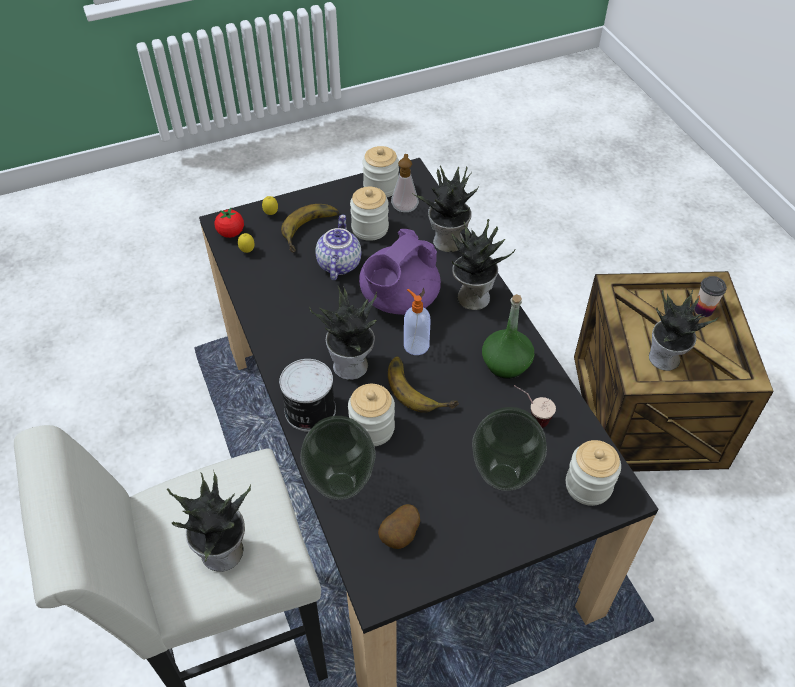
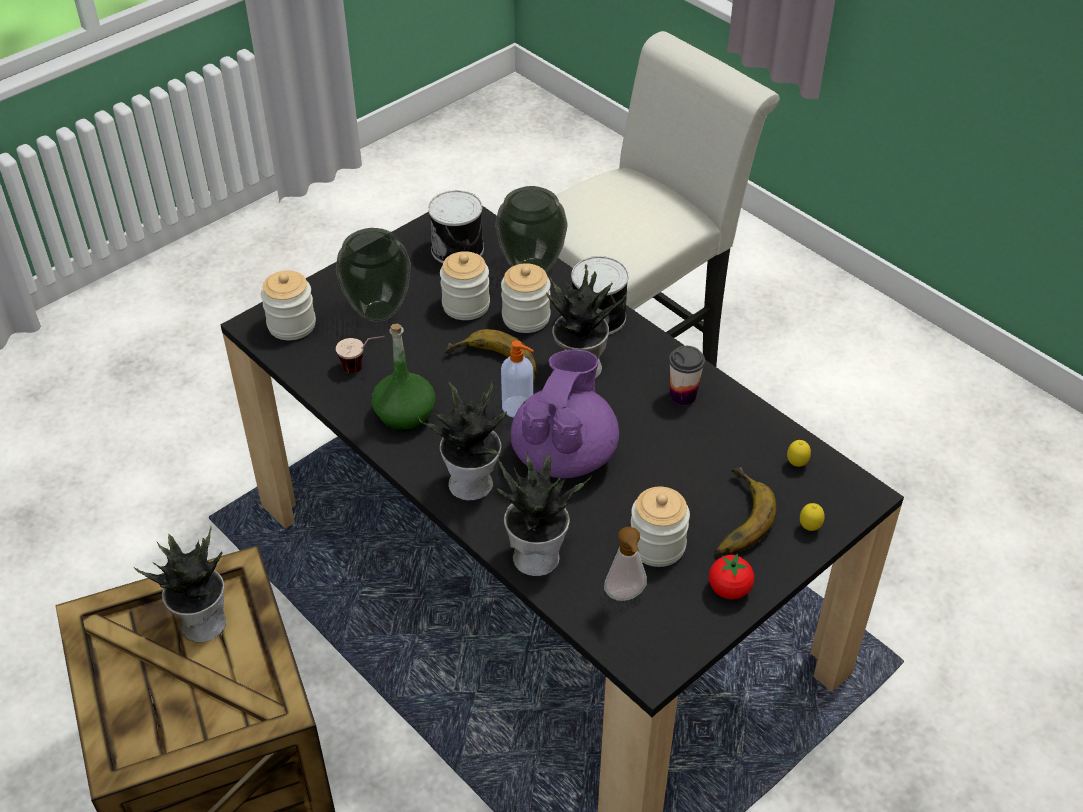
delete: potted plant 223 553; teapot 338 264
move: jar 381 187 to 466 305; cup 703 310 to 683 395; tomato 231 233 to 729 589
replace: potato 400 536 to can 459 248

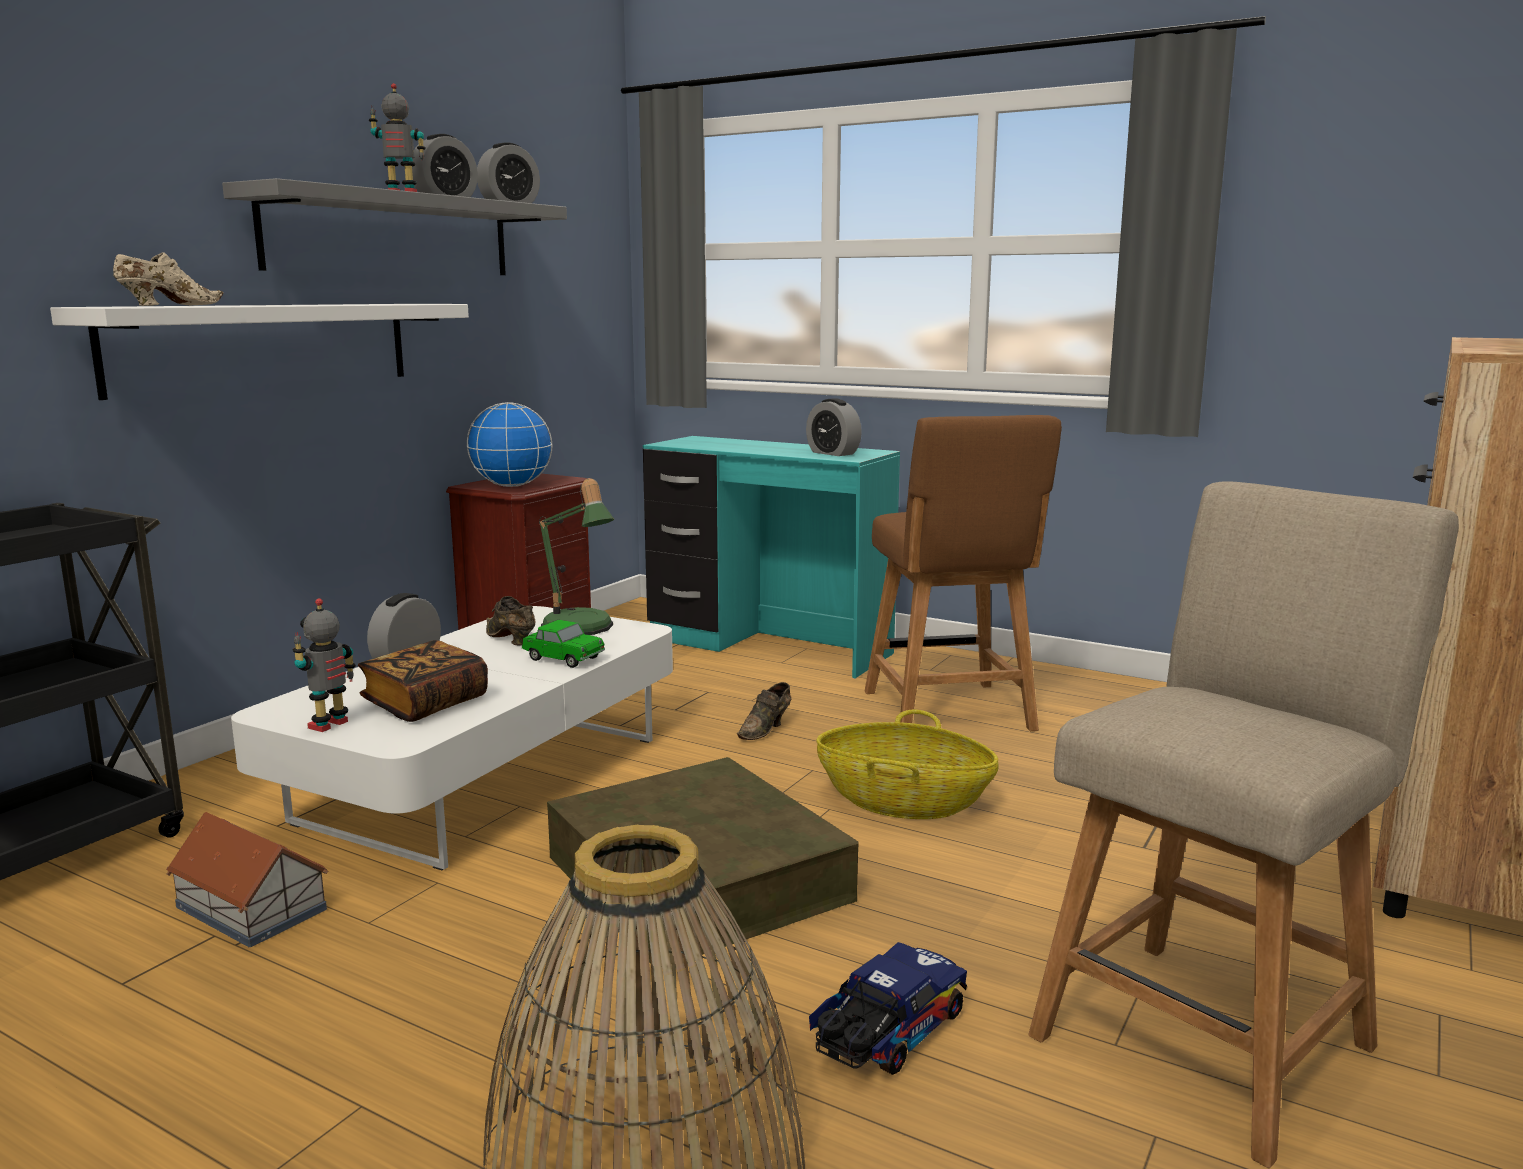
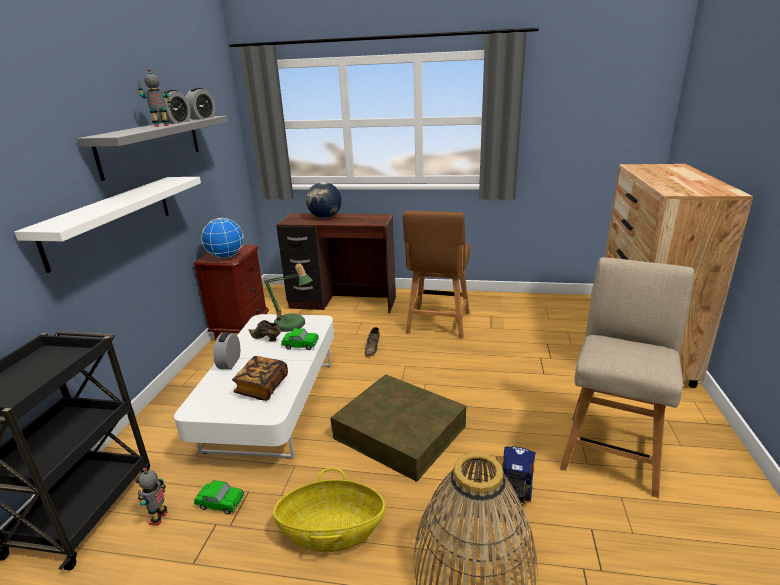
delete: beige shoe 168 305; alarm clock 833 453
insert: globe 325 217
move: toy robot 330 725 to 160 518; basket 904 801 to 332 531
replace: toy house 251 907 to toy car 220 503
recolor: turquoise desk 768 647 to brown desk 342 303
rotate: brown chair 950 714 = 438 324 45 degrees clockwise

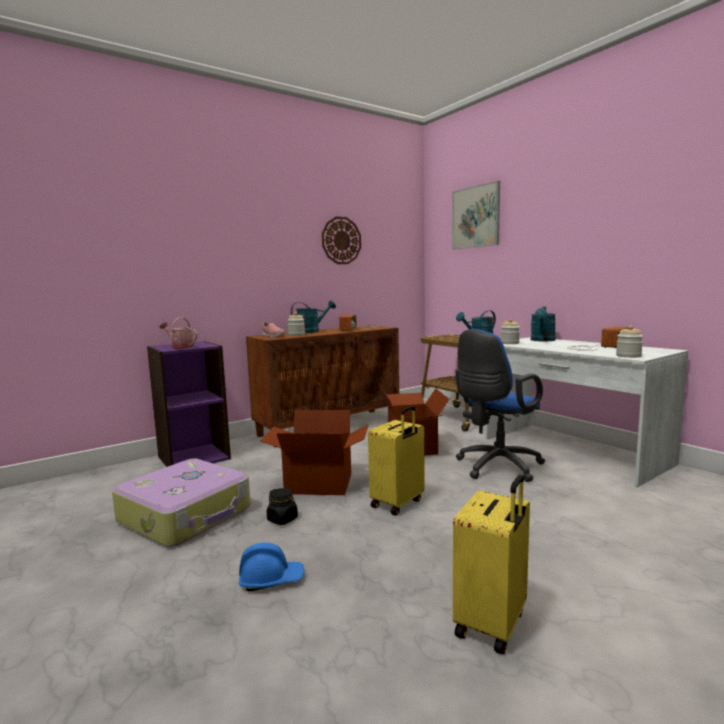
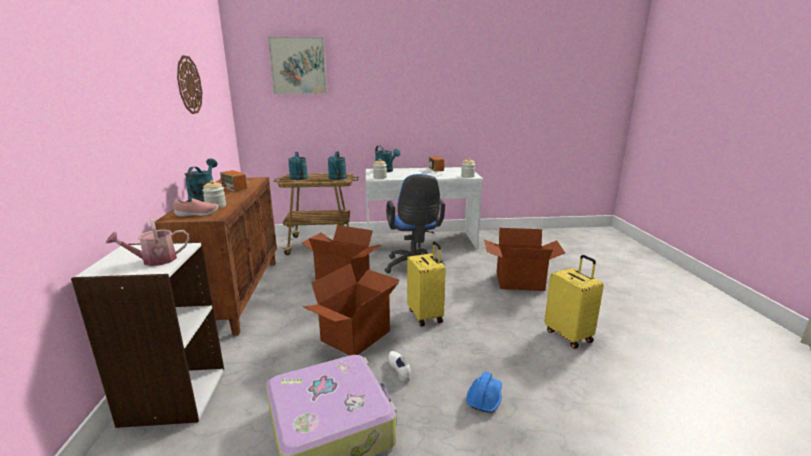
insert: turquoise watering can 299 179; cardboard box 519 282
replace: black jar 282 519 to white shoe 399 370
recolor: purple bookcase 193 457 to white bookcase 173 396

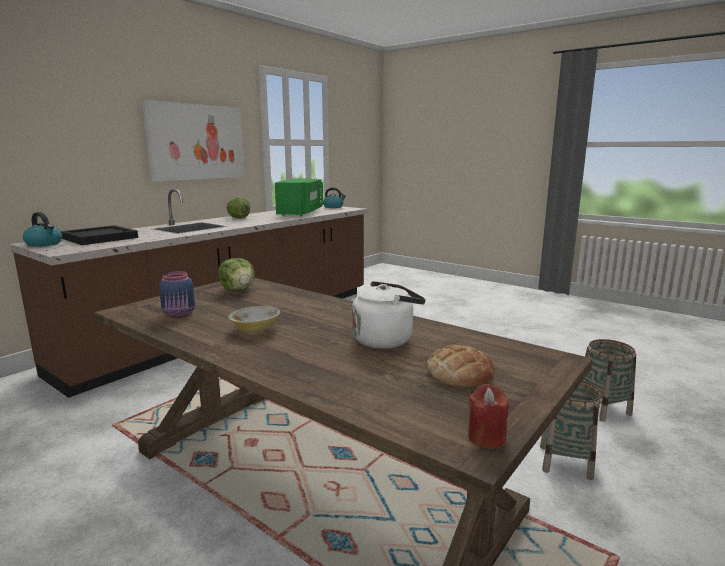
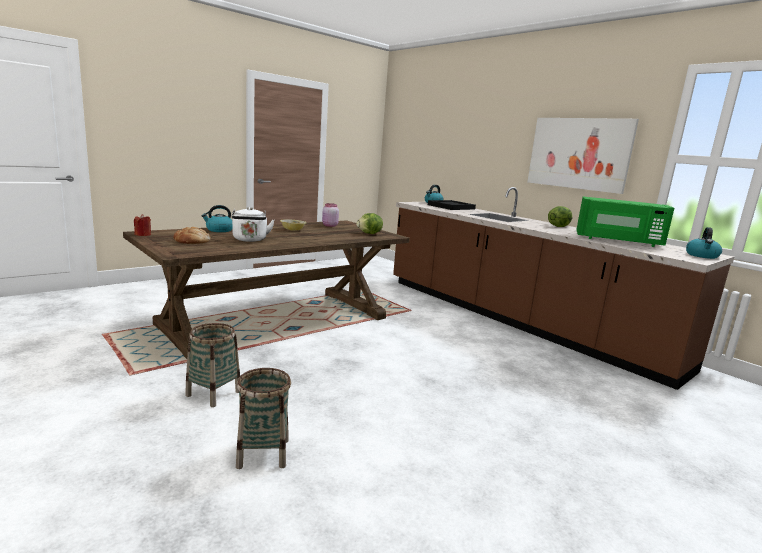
insert: kettle 219 230
recolor: blue jar 179 315 to pink jar 329 225

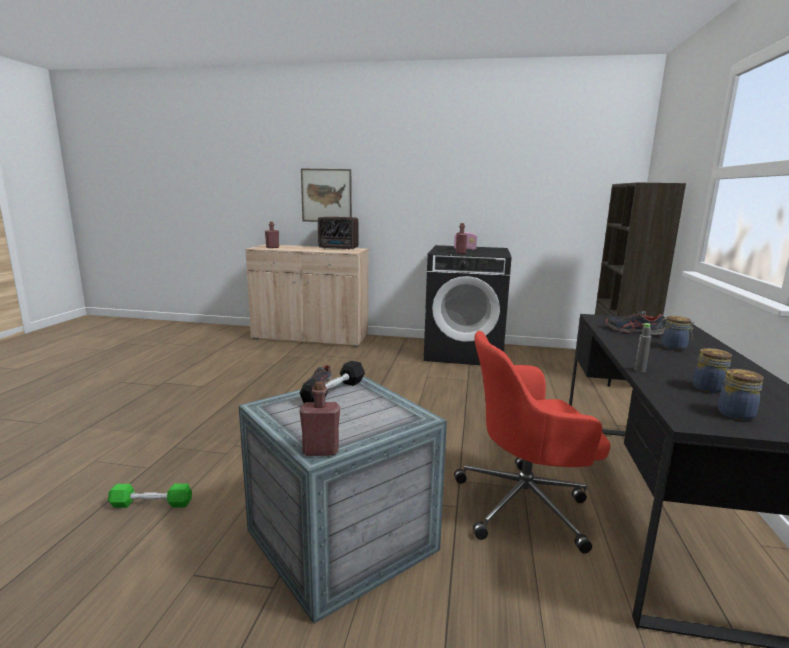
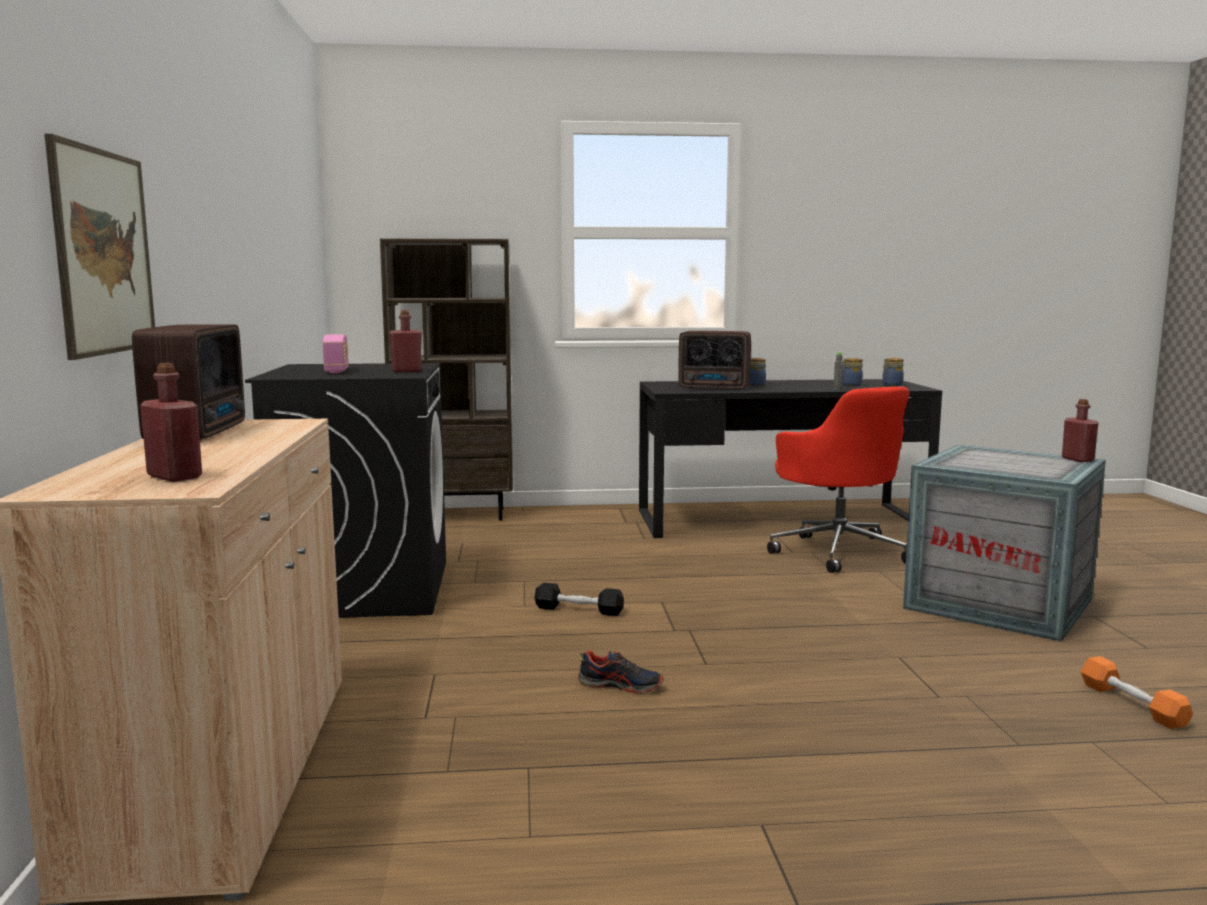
move: black dumbbell 334 392 to 579 610
replace: shoe 633 331 to radio 715 388
recolor: green dumbbell 152 504 to orange dumbbell 1132 704

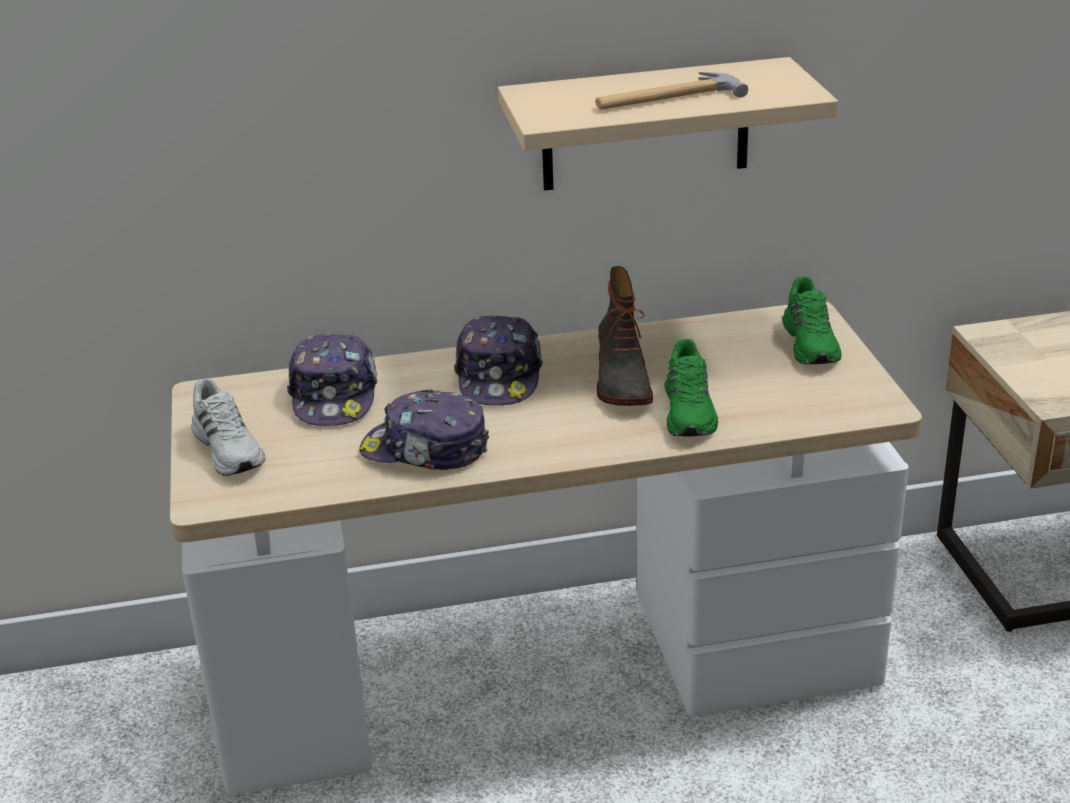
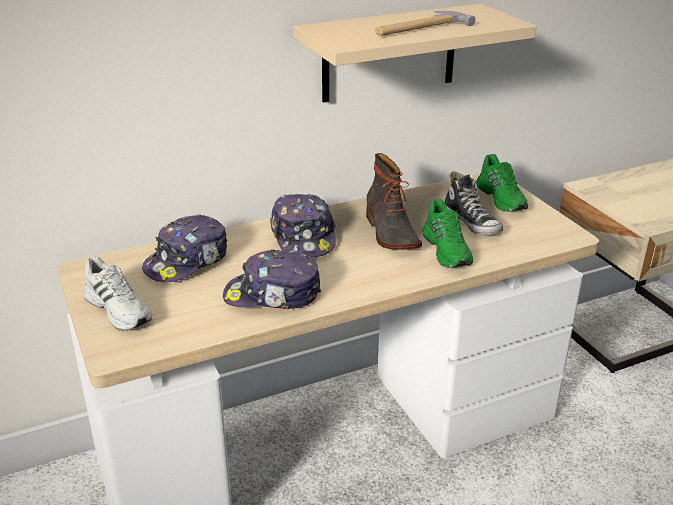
insert: shoe 472 222
rotate: cap 334 396 = 187 261 60 degrees clockwise

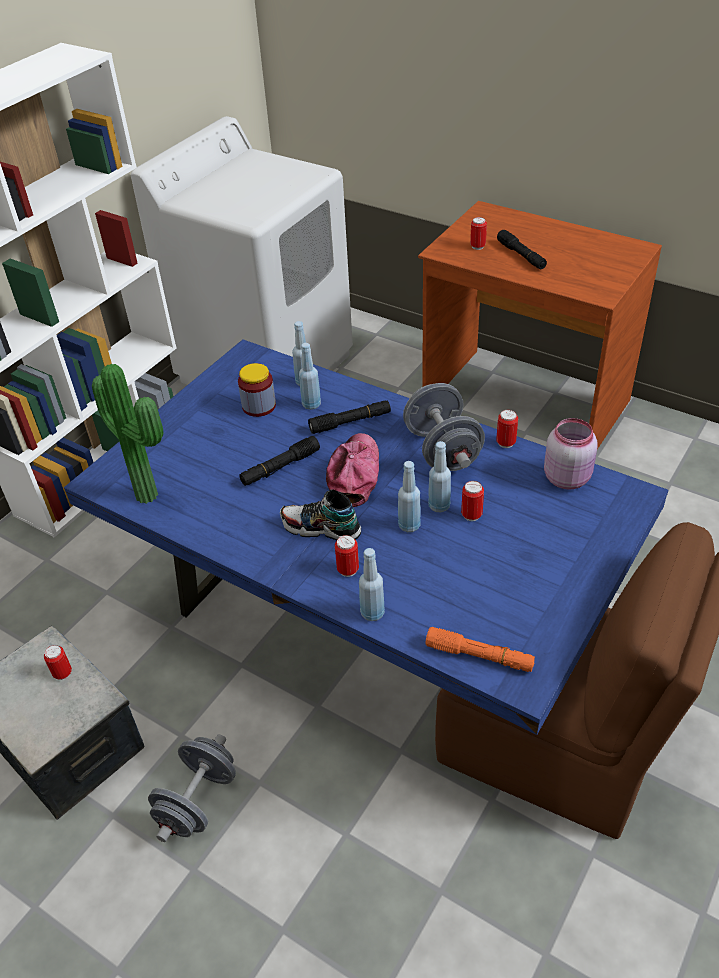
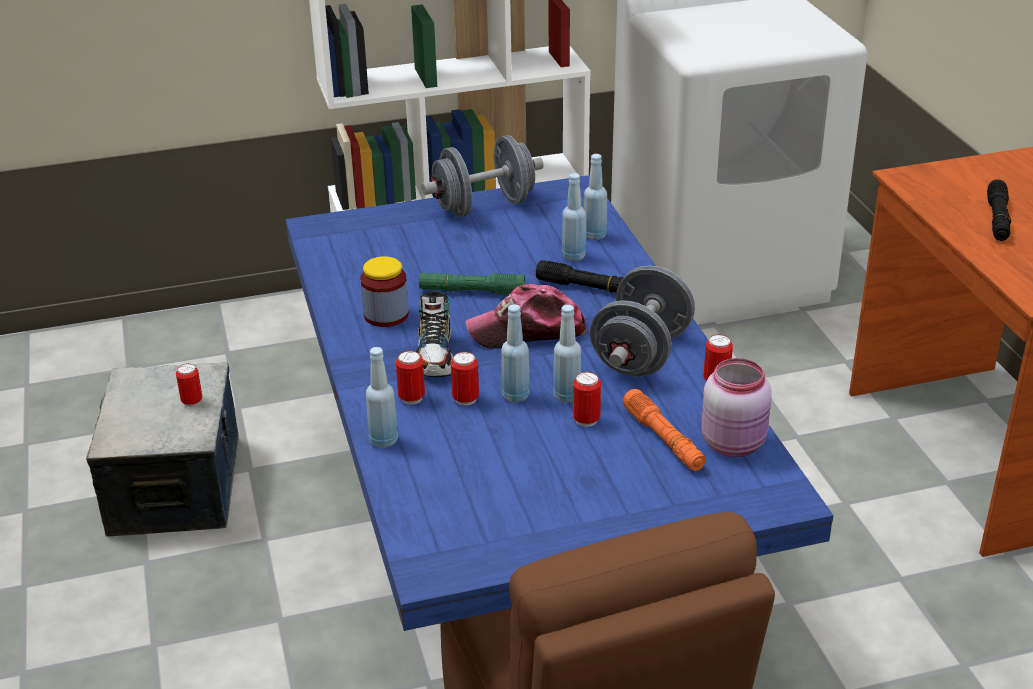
delete: potted plant 150 493
move: jar 259 406 to 386 315; grey dumbbell 197 801 to 484 206; can 477 246 to 465 399; orange flashlight 479 656 to 663 439
recolor: black flashlight 280 467 to green flashlight 471 291
rotate: shoe 321 529 = 435 355 150 degrees counterclockwise; cap 354 475 = 527 331 150 degrees counterclockwise

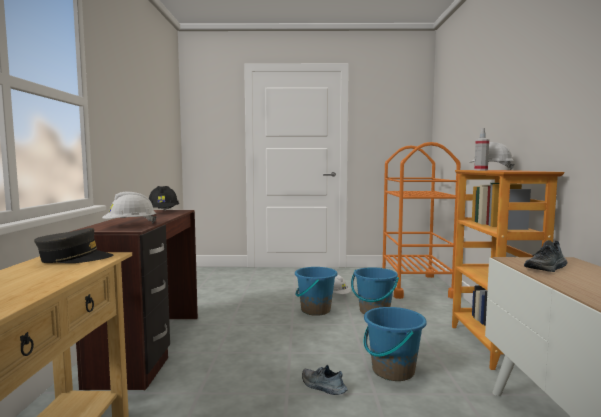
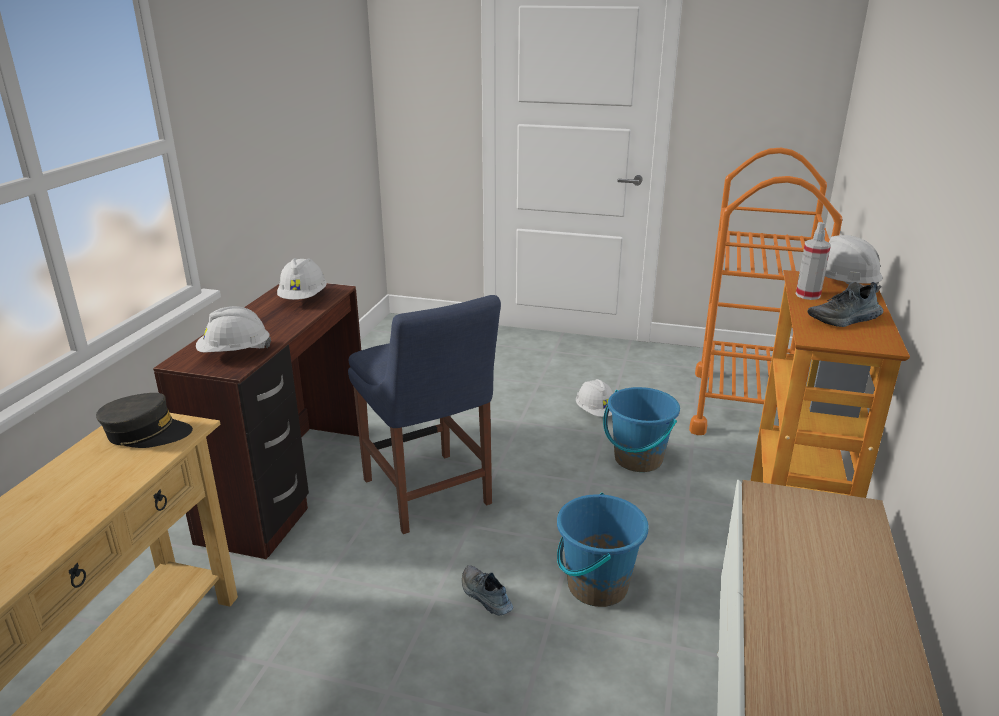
delete: blue bucket 315 310
insert: blue chair 428 495
move: shoe 547 268 to 844 320
recolor: black hard hat 163 212 to white hard hat 303 298

